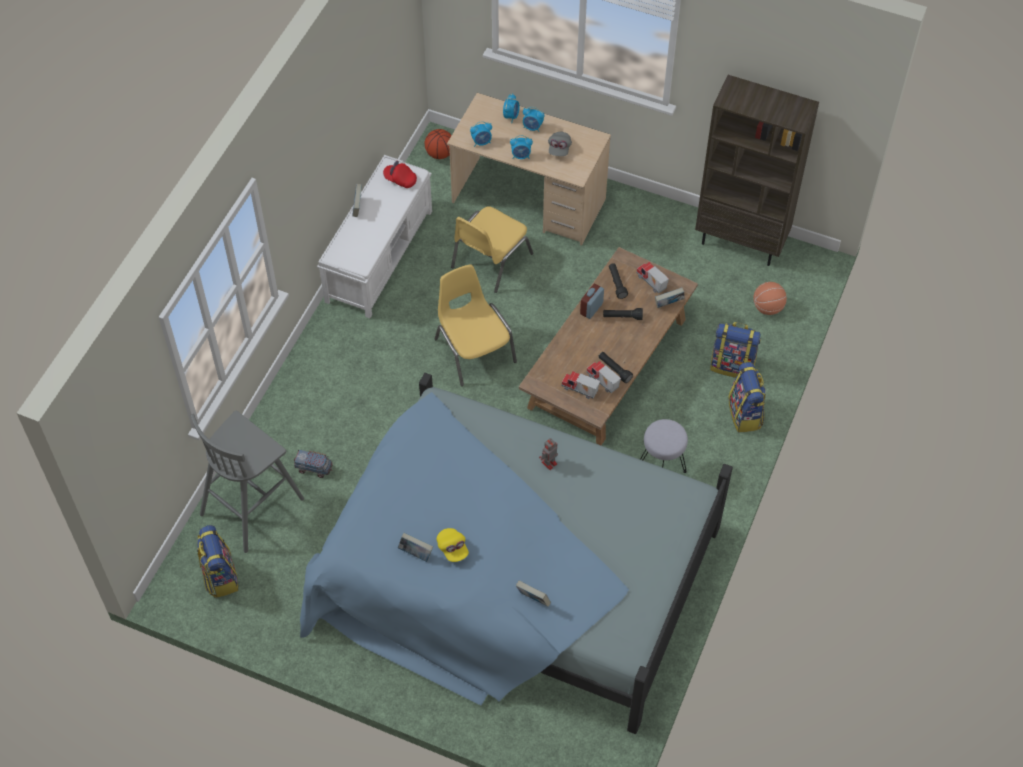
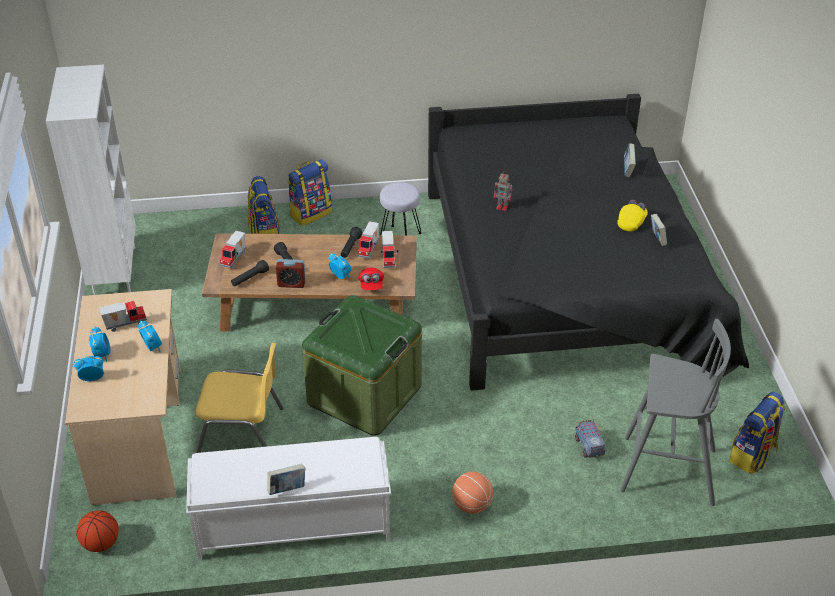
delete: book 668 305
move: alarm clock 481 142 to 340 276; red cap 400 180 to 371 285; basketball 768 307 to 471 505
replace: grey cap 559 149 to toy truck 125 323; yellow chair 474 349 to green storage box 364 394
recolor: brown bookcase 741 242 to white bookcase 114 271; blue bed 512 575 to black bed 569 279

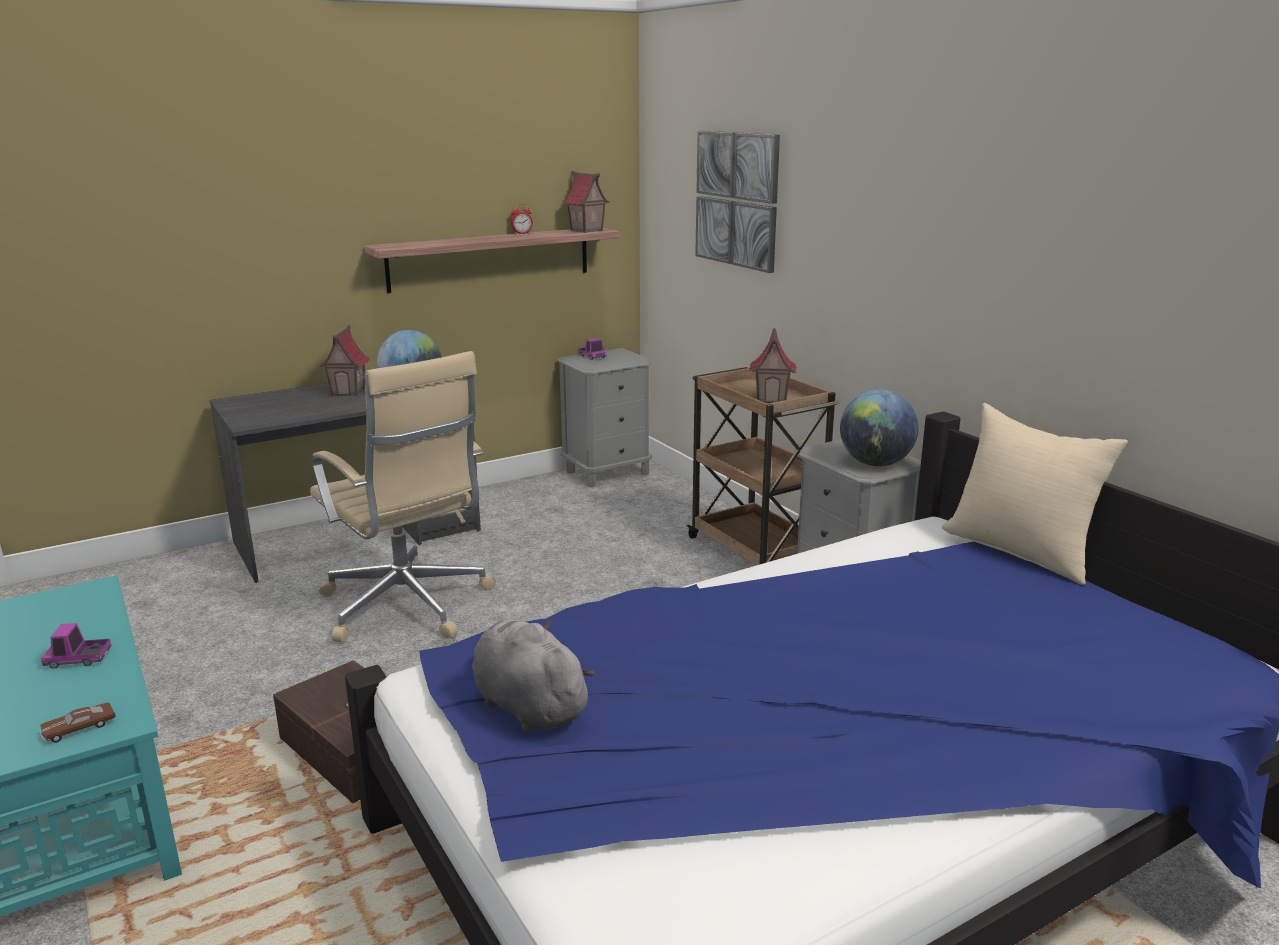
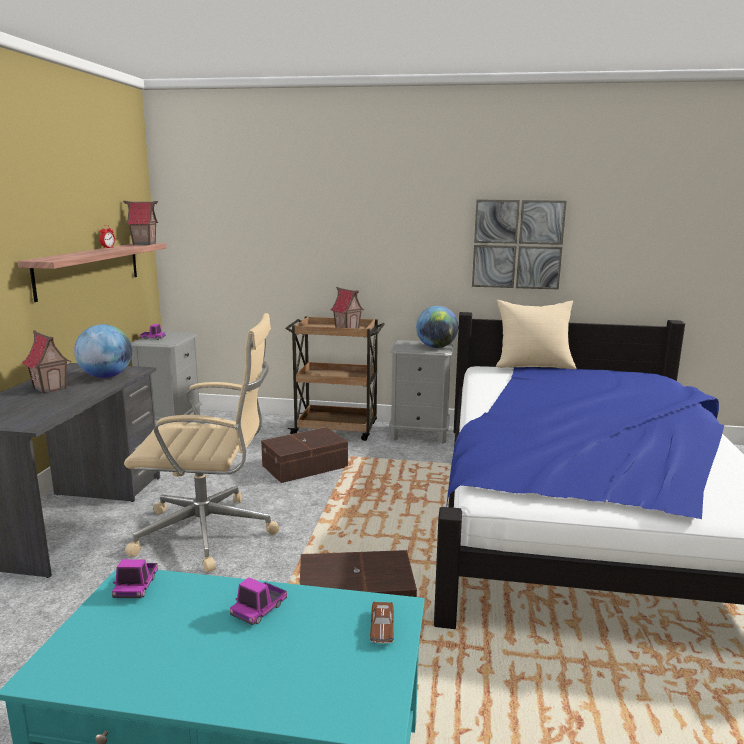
delete: grey plush toy 527 706
insert: toy truck 136 586; brown storage box 306 466
move: picture 737 199 to 517 244

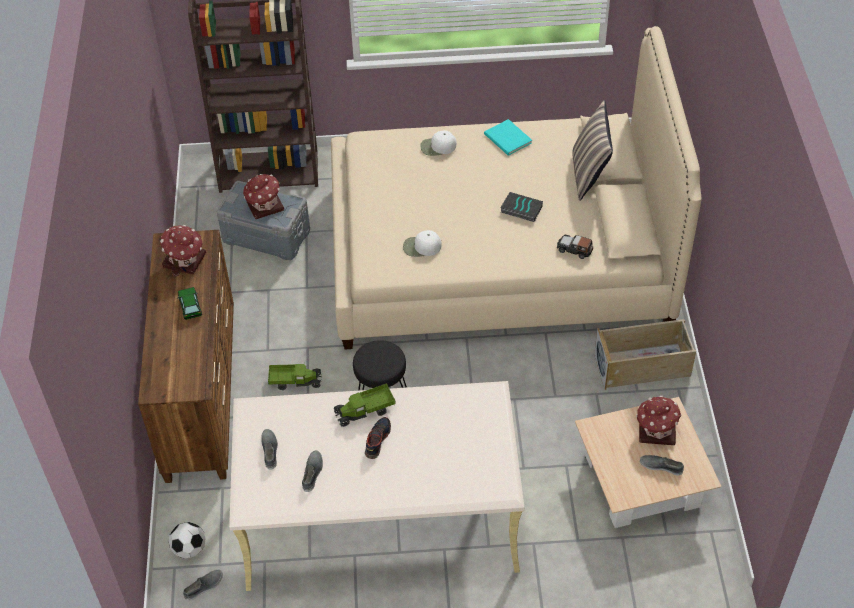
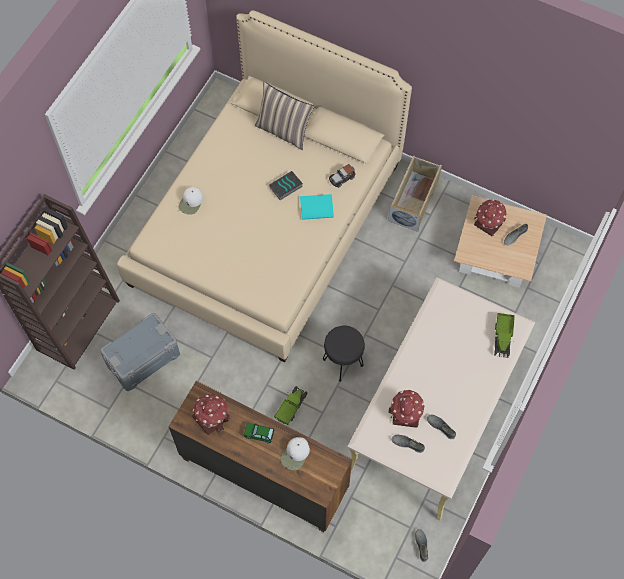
delete: football 189 549; shoe 377 440
move: white cap 421 247 to 295 454; turquoise book 507 140 to 317 208; toy house 264 206 to 405 414; toy truck 365 411 to 502 337

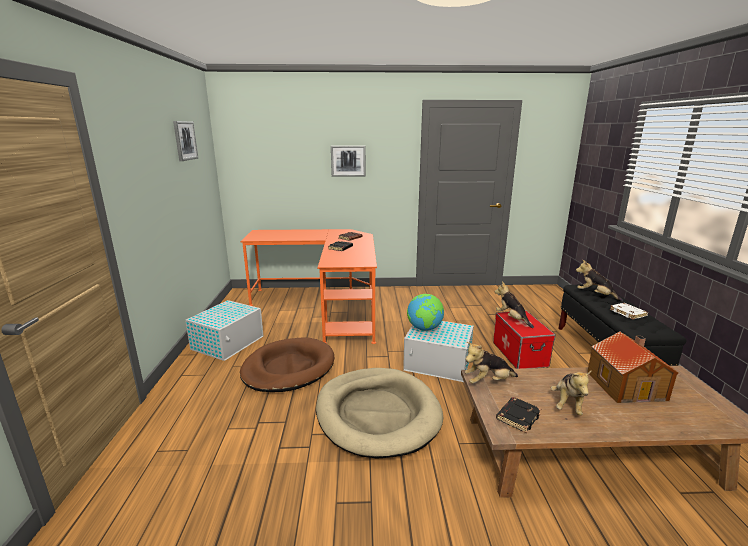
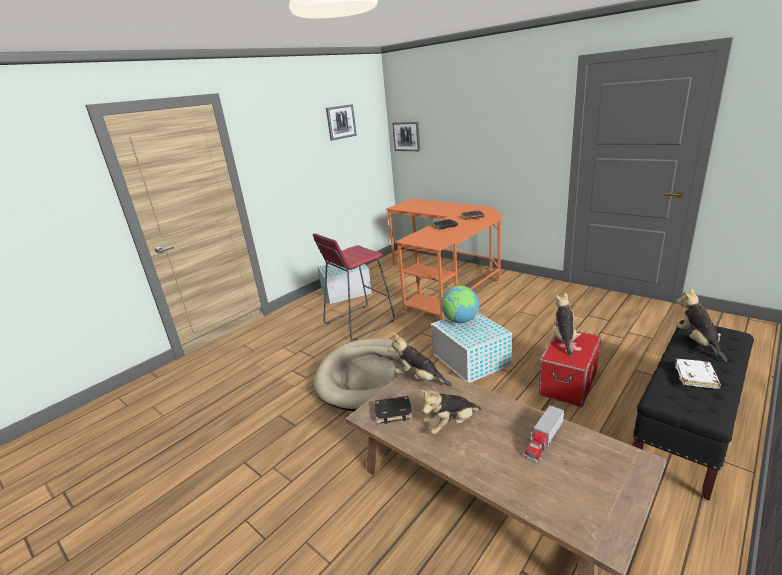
move: picture 348 161 to 406 136
replace: brown dog bed 288 368 to red stool 358 322; toy house 626 385 to toy truck 543 440

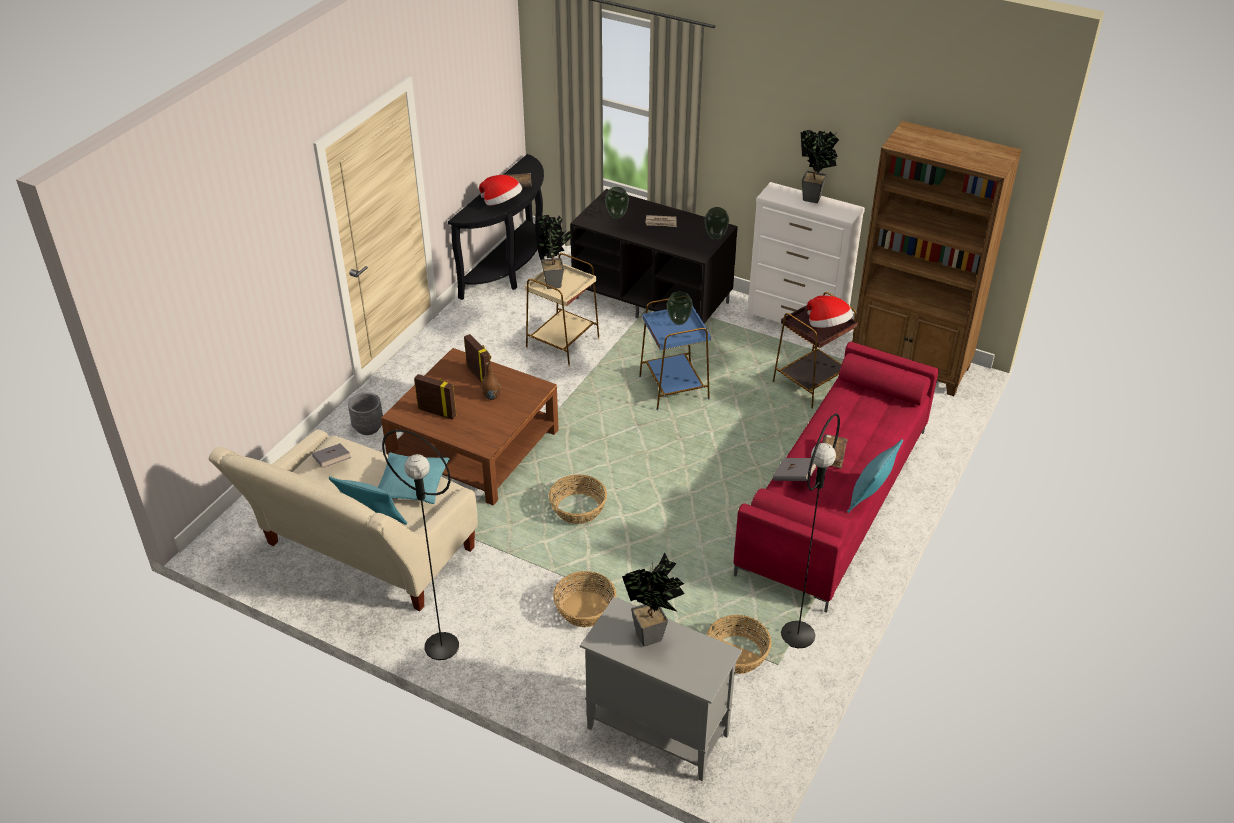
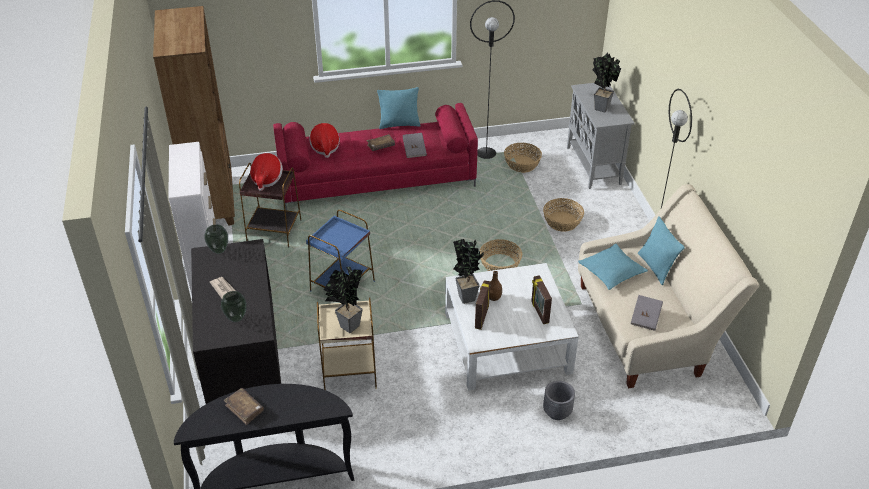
delete: vase 679 322
move: hat 502 203 to 325 147; potted plant 814 200 to 467 295
recolor: brown coffee table 474 447 to white coffee table 507 342

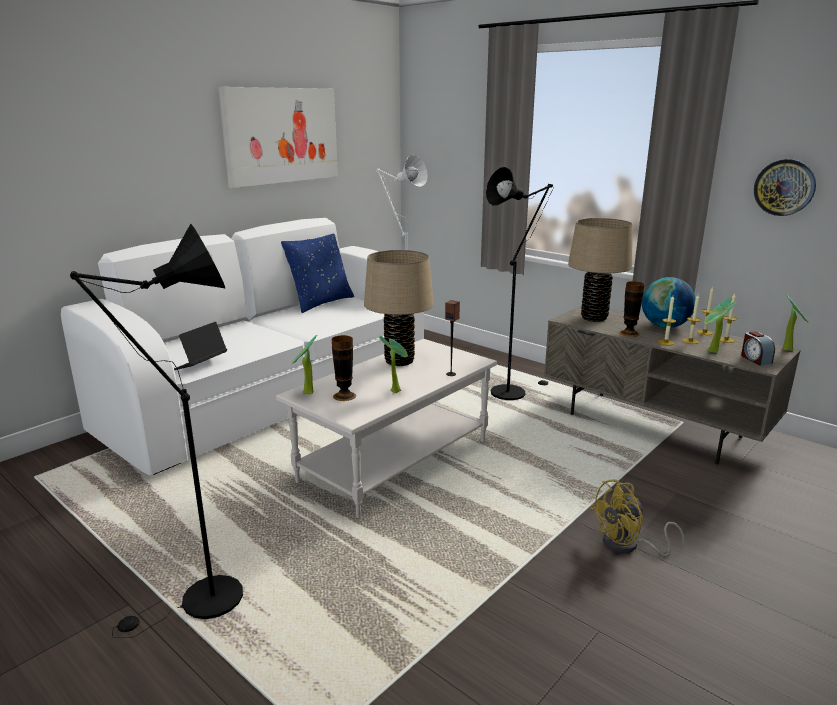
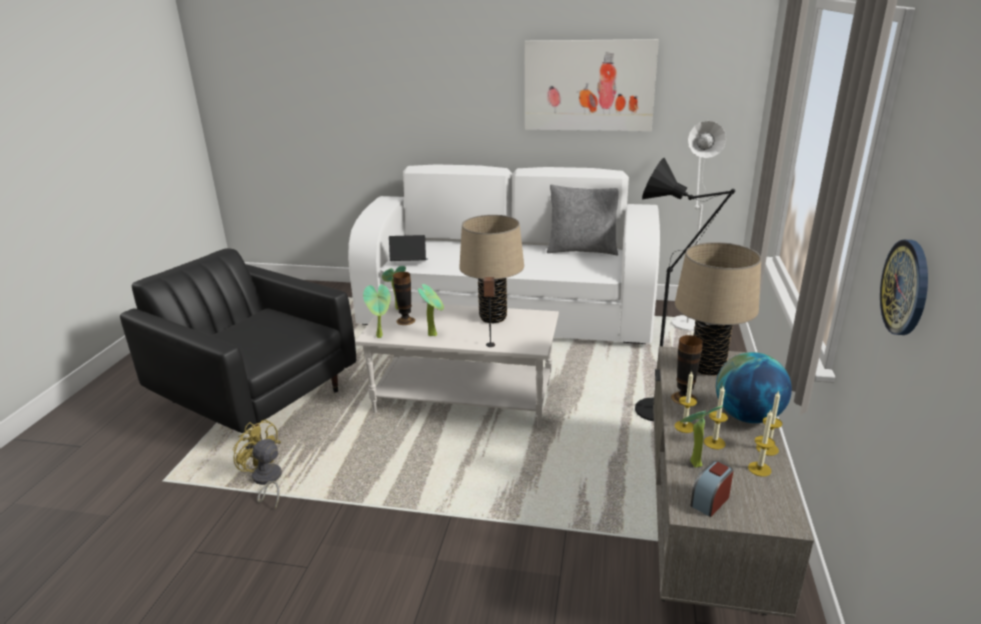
move: yellow fan 628 546 to 266 481; potted plant 788 349 to 381 336
replace: black floor lamp 200 604 to black armchair 256 396
recolor: blue pillow 320 302 to grey pillow 582 250

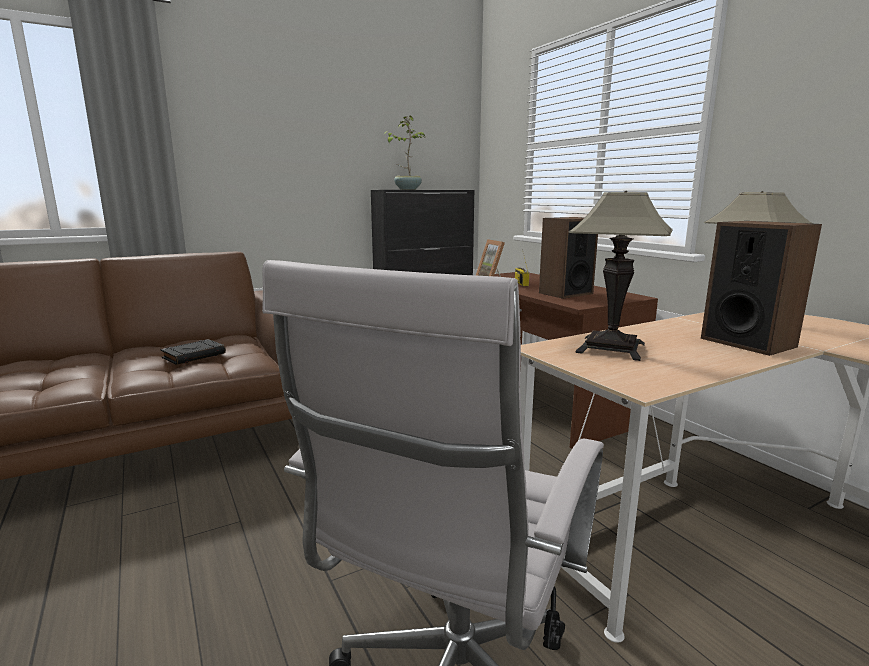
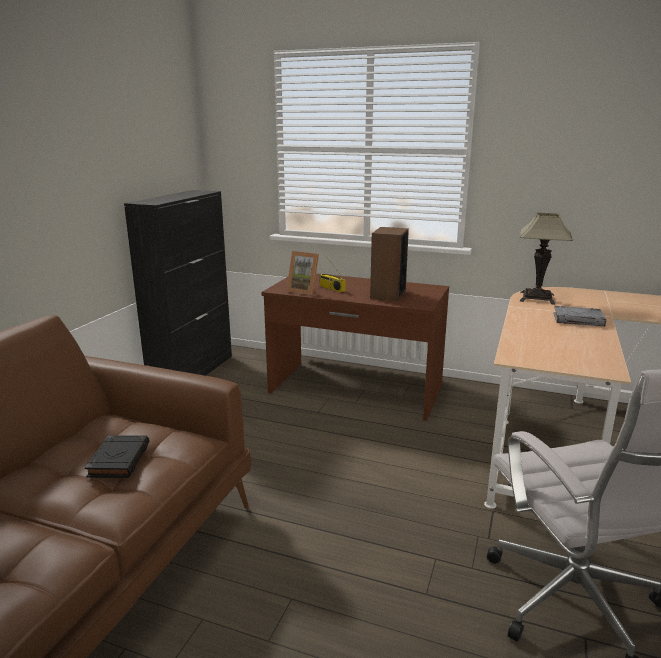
delete: potted plant 407 189; table lamp 610 348
replace: speaker 747 342 to grey book 578 320

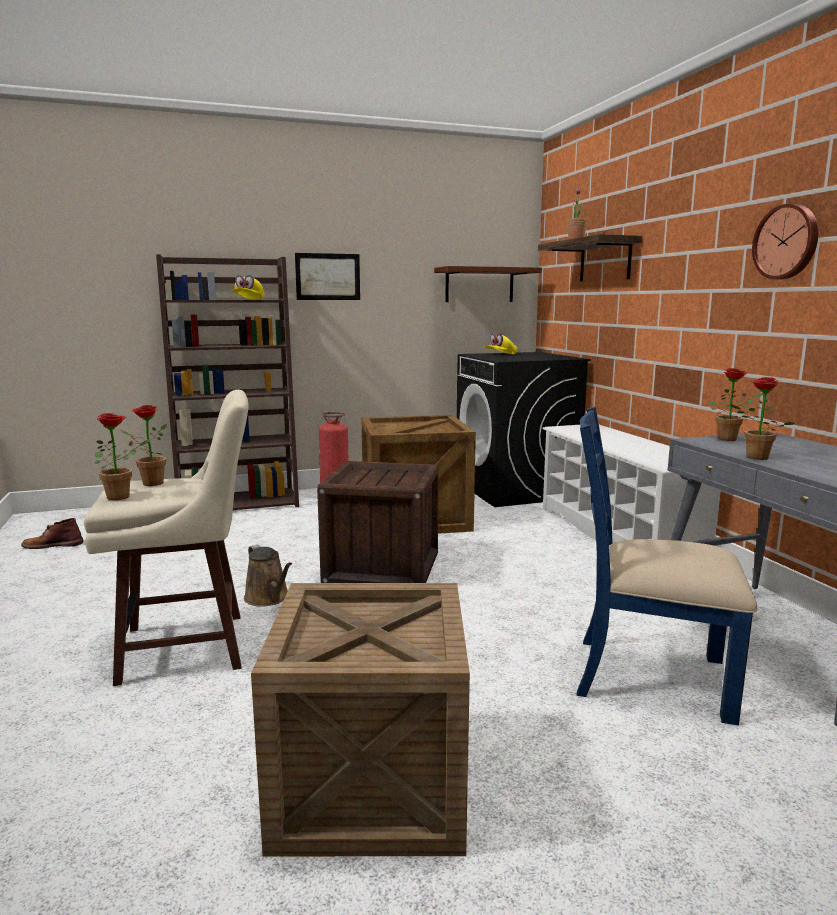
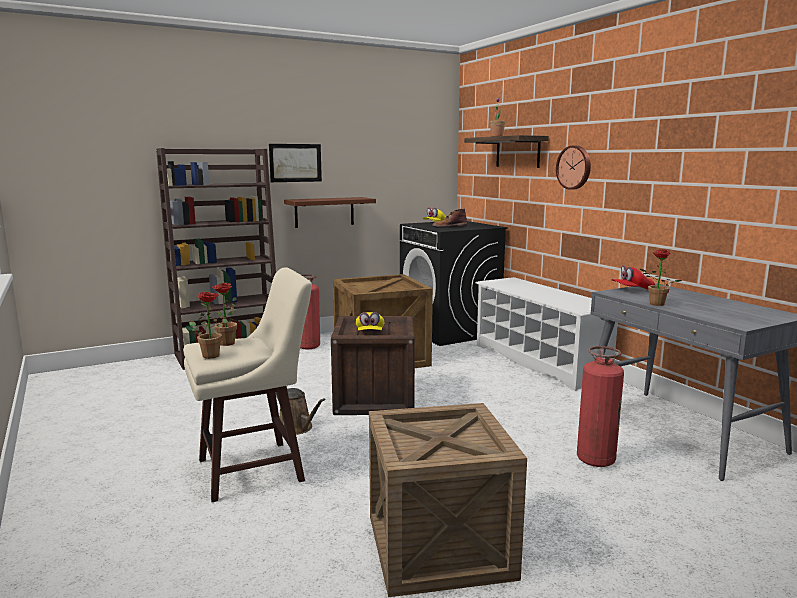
move: brown shelf 479 285 to 324 212; yellow cap 248 299 to 370 333; brown boot 52 545 to 449 226; wall clock 787 242 to 574 167
replace: blue chair 649 676 to fire extinguisher 595 460; potted plant 730 439 to red cap 632 290

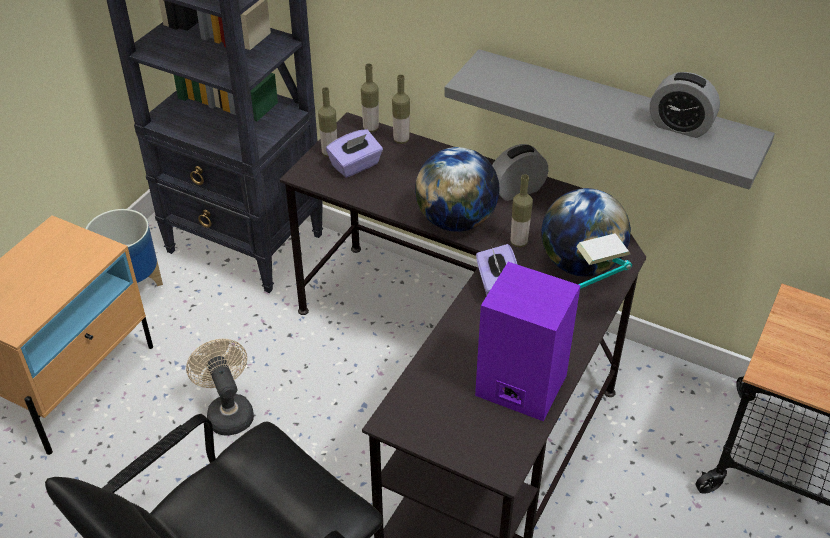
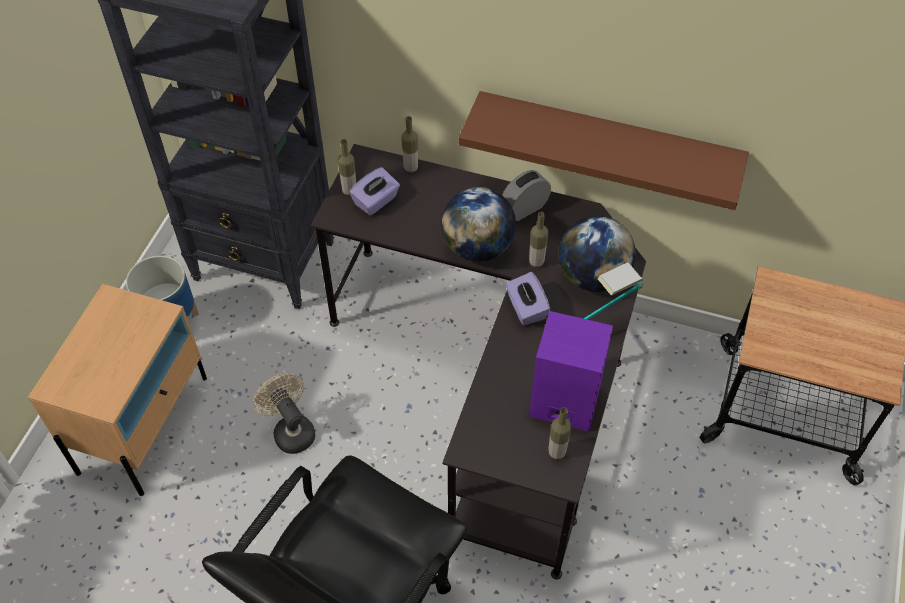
delete: alarm clock 680 126
move: bottle 371 128 to 556 452
recolor: grey shelf 614 116 to brown shelf 607 141

